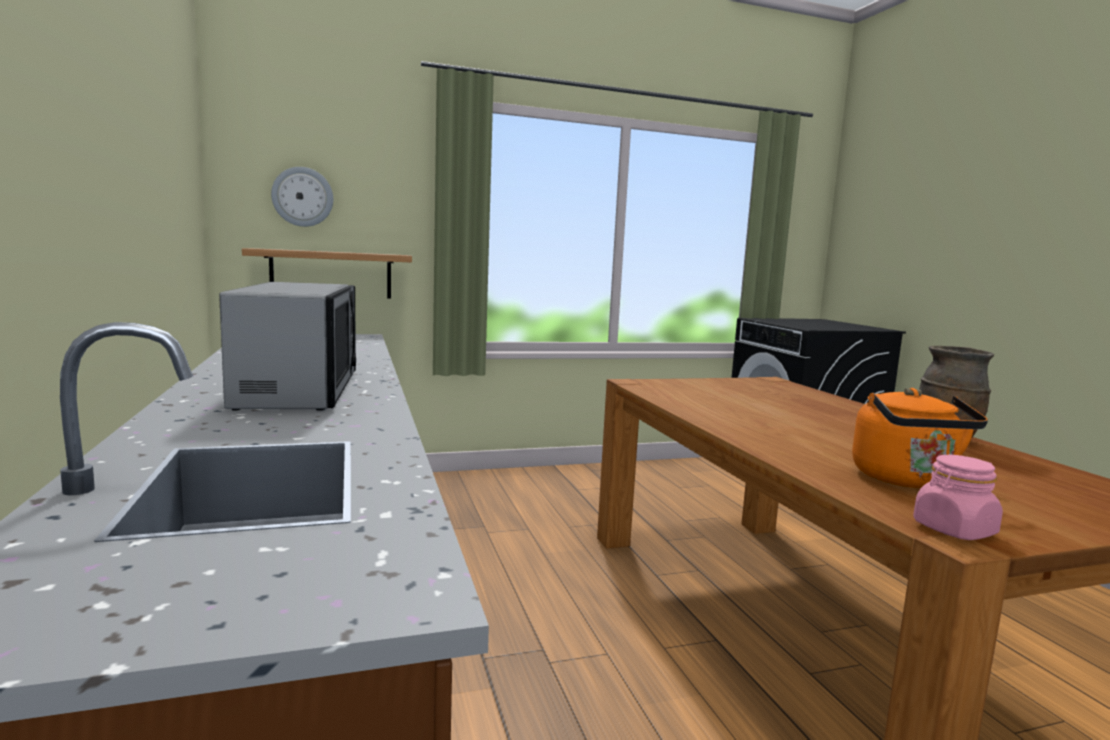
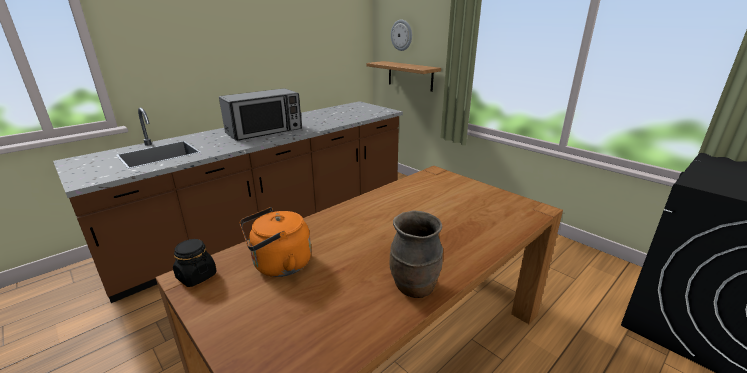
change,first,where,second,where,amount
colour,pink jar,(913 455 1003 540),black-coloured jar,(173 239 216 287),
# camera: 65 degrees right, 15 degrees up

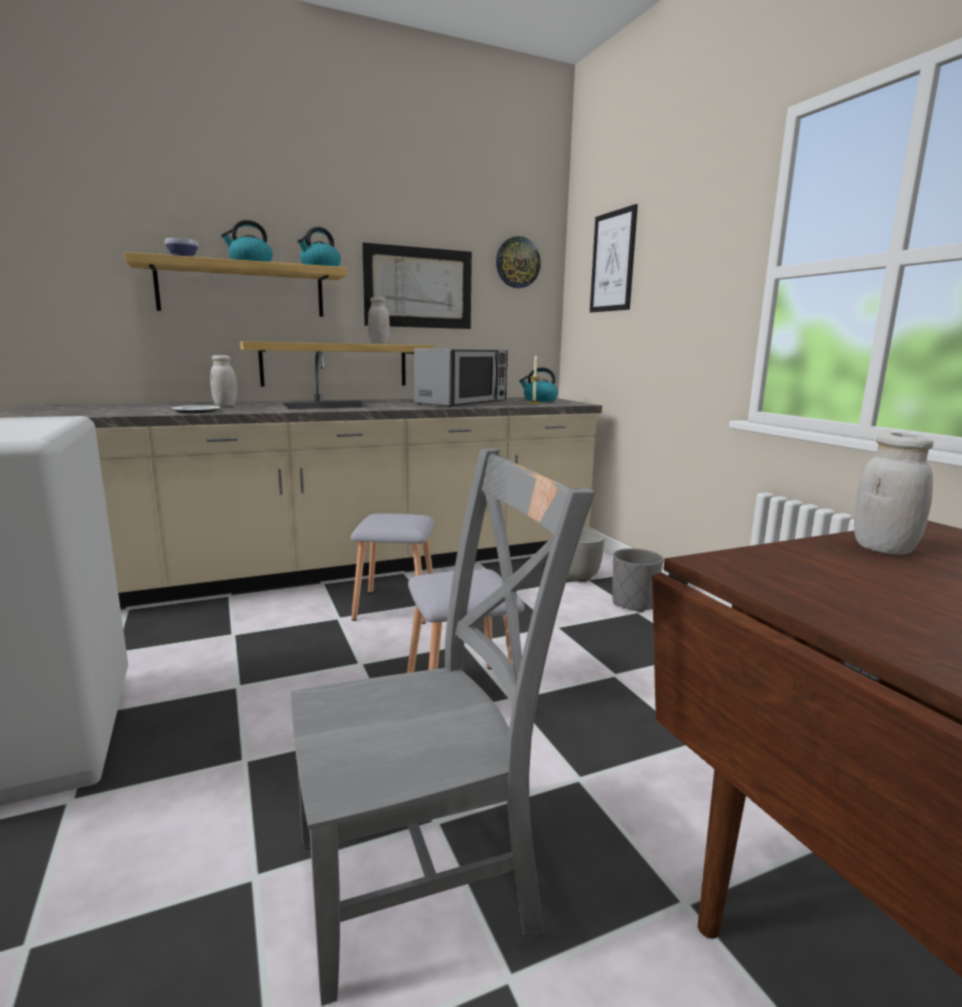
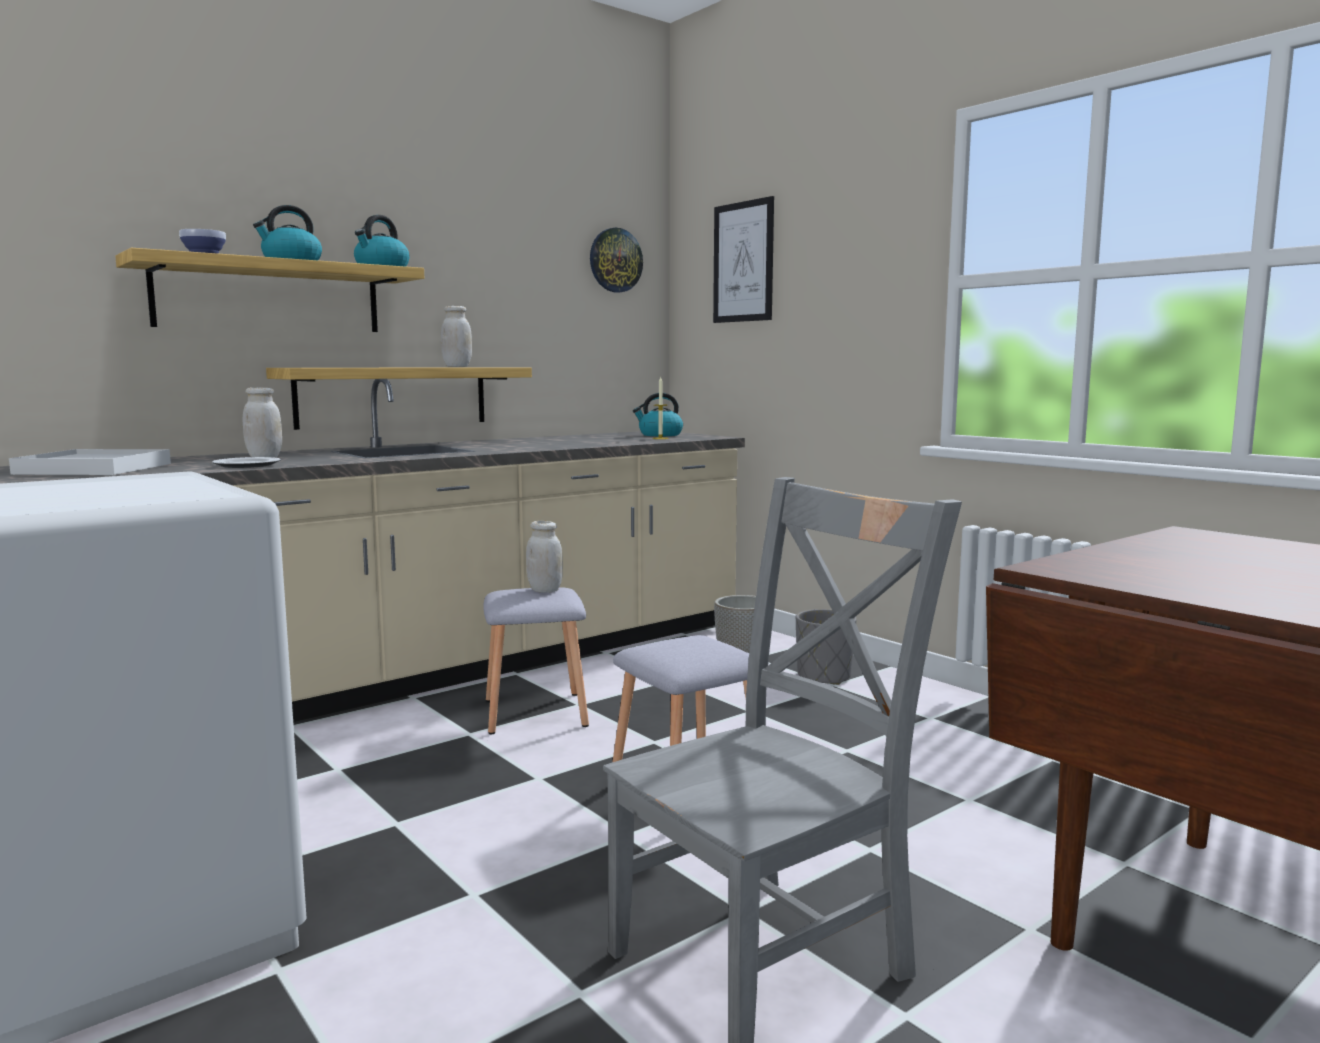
change,first,where,second,where,amount
appeared,,,white carrying tray,(9 449 171 475),
relocated,white jar,(854 433 934 555),,(526 521 563 593),
missing,wall art,(362 243 472 329),,,
missing,microwave oven,(414 348 508 407),,,
# camera: 15 degrees left, 5 degrees down

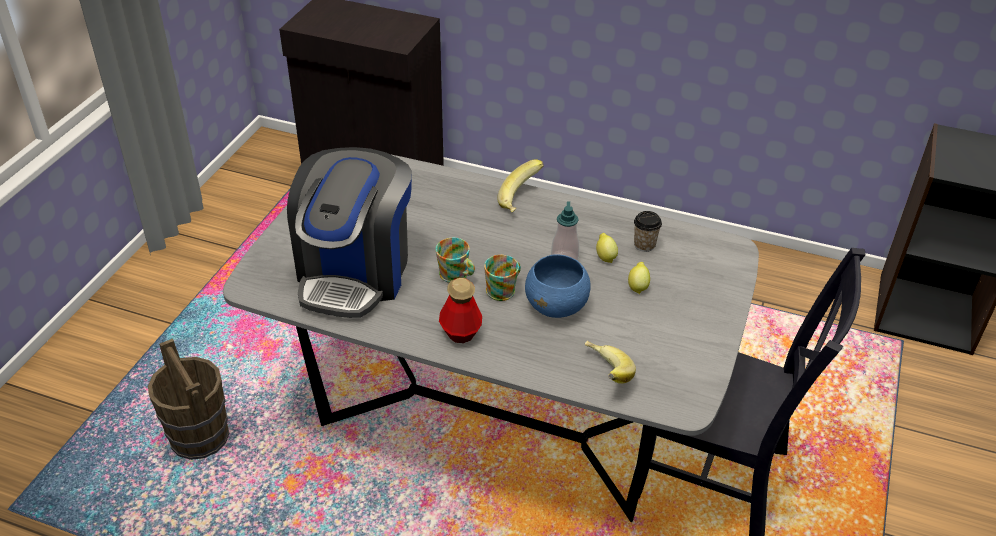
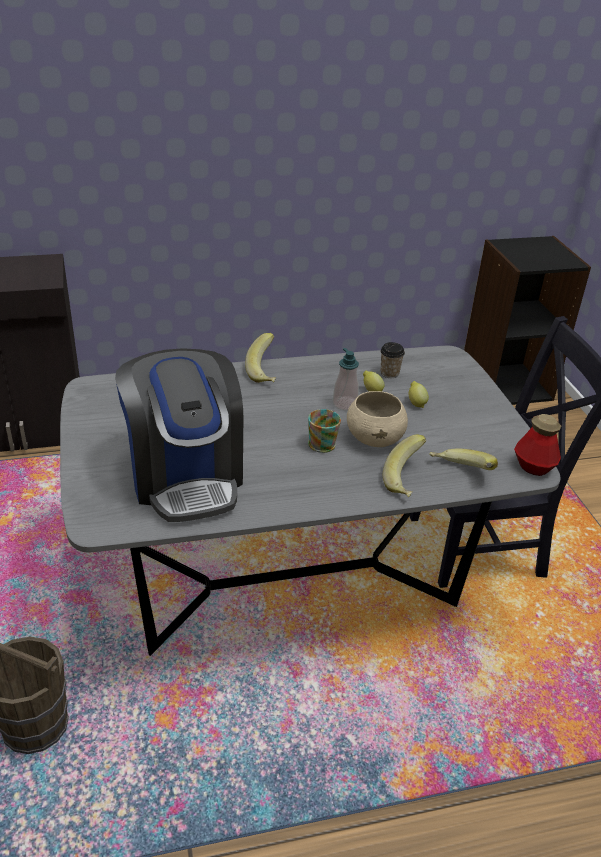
change,first,where,second,where,amount
colour,blue-coloured deep dish,(525 254 591 318),beige deep dish,(347 391 408 447),
appeared,,,banana fruit,(382 435 426 497),
relocated,beverage bottle,(439 278 482 343),,(514 414 561 476),
missing,mug,(436 238 475 283),,,
# camera: 35 degrees left, 5 degrees down

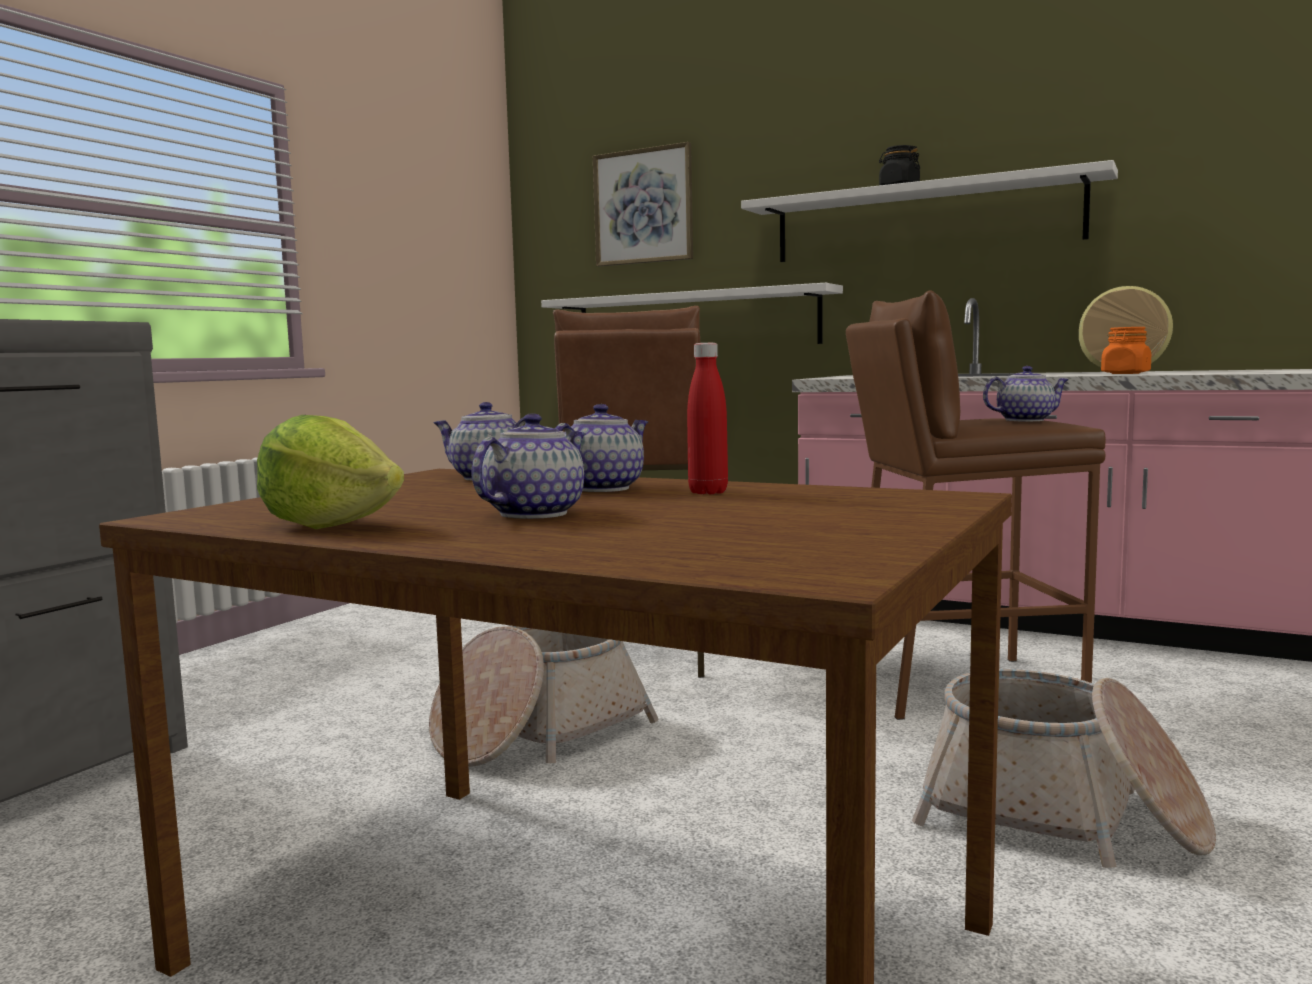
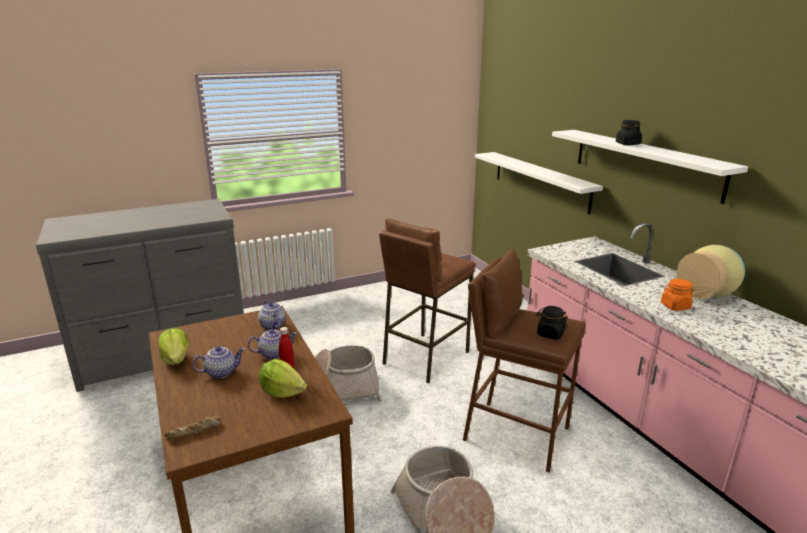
change,first,where,second,where,amount
appeared,,,baked bread,(164 416 221 440),
appeared,,,lettuce,(259 359 307 398),
exchanged,teapot,(983 366 1069 421),black-coloured jar,(536 306 568 340),
missing,wall art,(593 142 693 267),,,
# camera: 35 degrees right, 15 degrees up

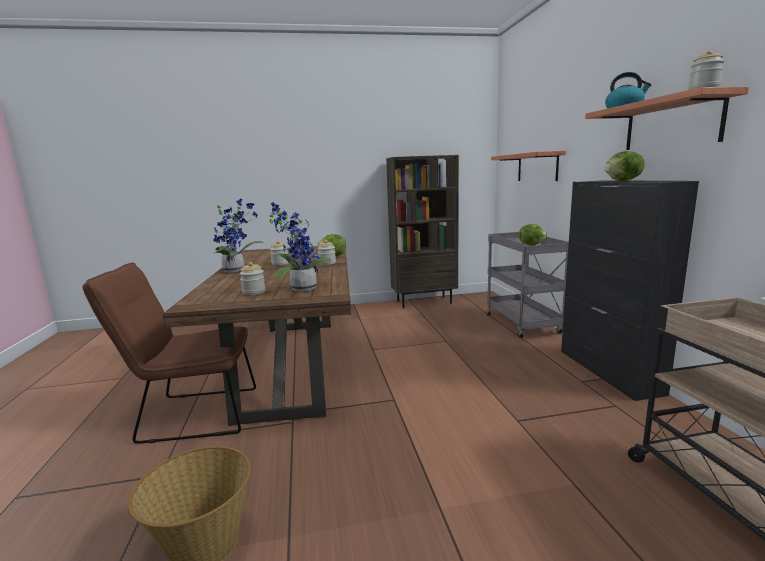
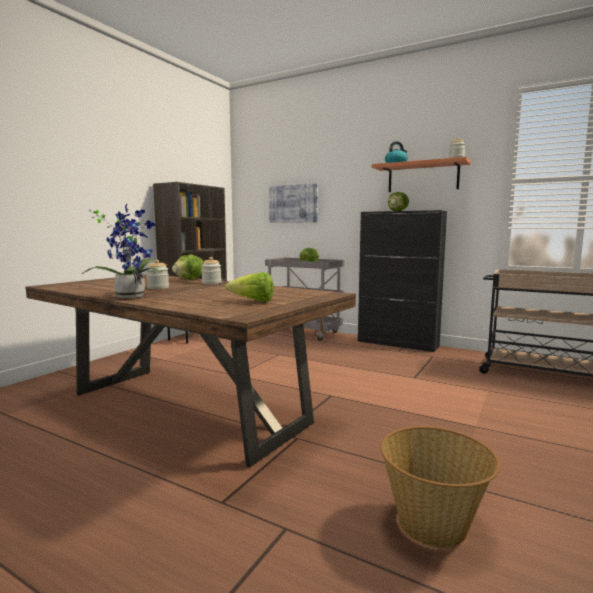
change,first,where,second,where,amount
exchanged,jar,(240 262 265 295),lettuce,(225 272 274 302),
exchanged,shelf,(491 151 566 181),wall art,(269 184 318 223),
missing,brown-coloured upright chair,(82 263 256 444),,,
missing,potted plant,(269 202 331 292),,,
# camera: 50 degrees left, 5 degrees down

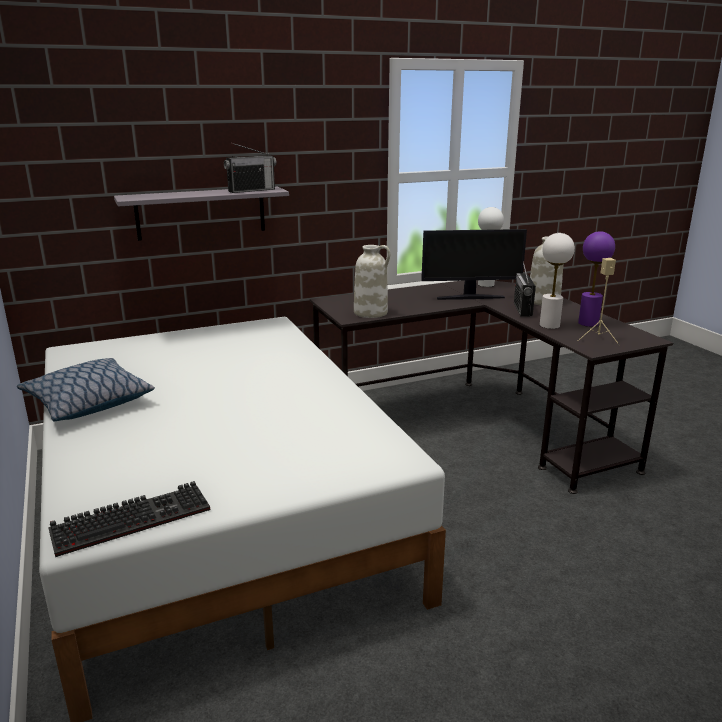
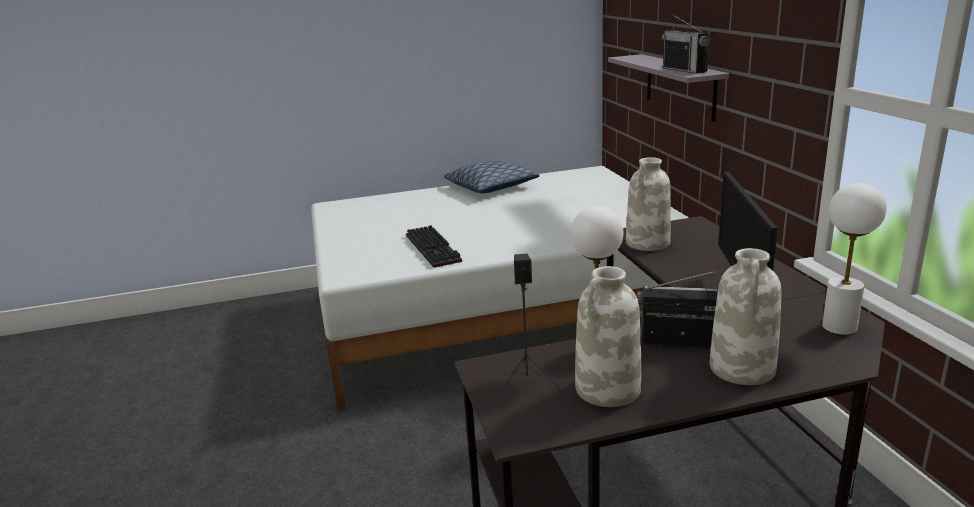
change,first,where,second,where,amount
relocated,keyboard,(48 481 210 557),,(406 225 462 268),
colour,beige loudspeaker,(578 258 619 345),black-coloured loudspeaker,(497 254 562 396),
exchanged,purple-coloured lamp for a table,(578 231 615 327),white decorative vase,(575 266 641 407),
# camera: 100 degrees right, 0 degrees up

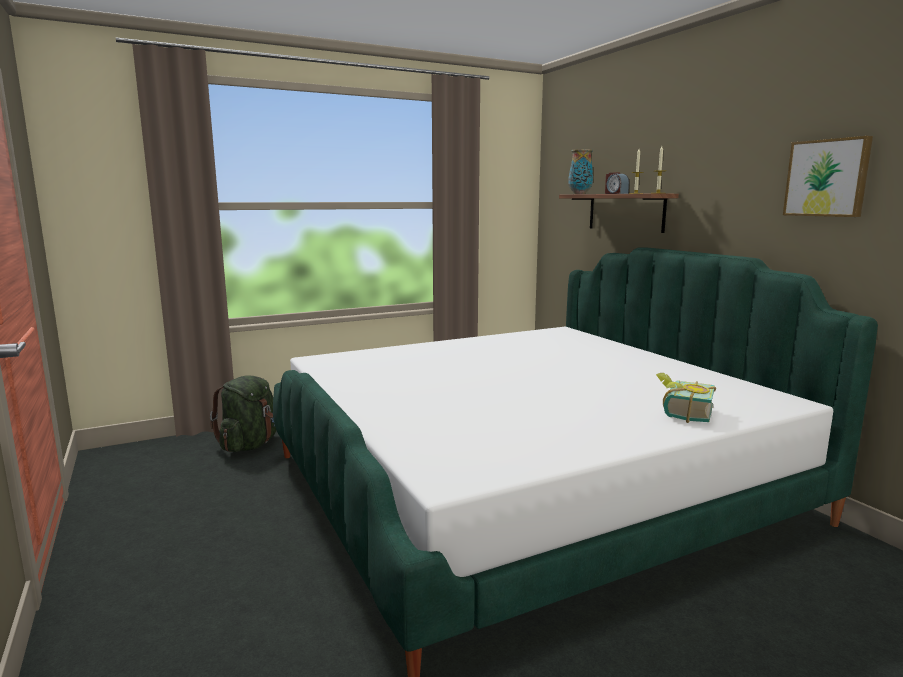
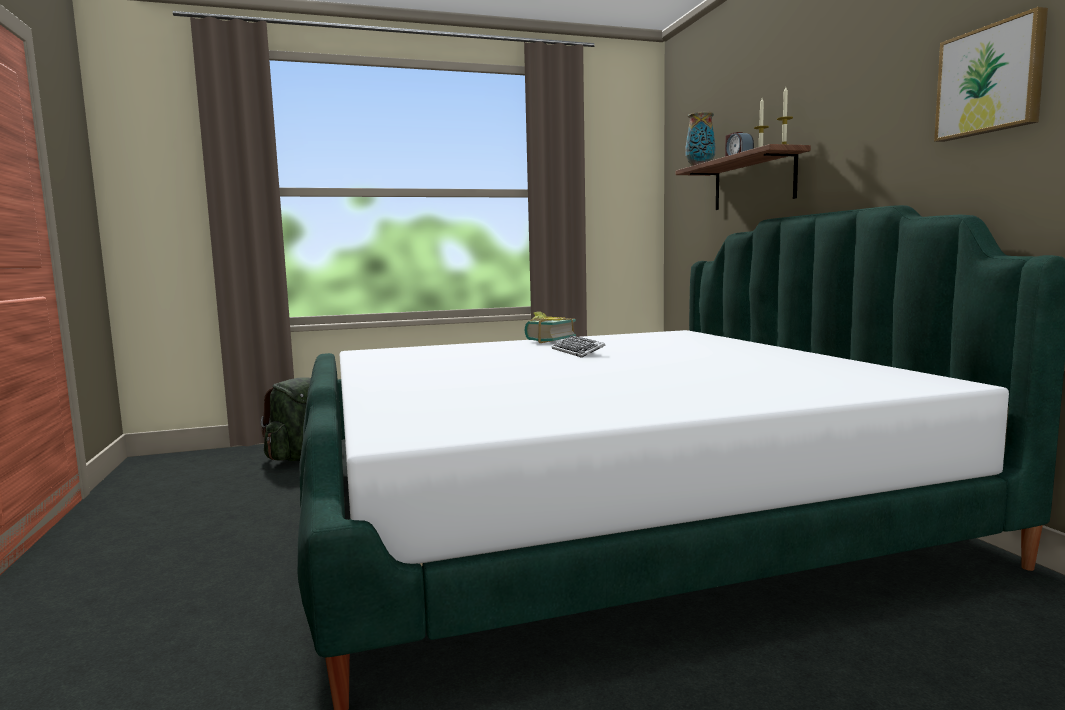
change,first,where,second,where,amount
relocated,bound book,(656 373 716 423),,(525 311 576 343),
appeared,,,keyboard,(552 335 605 358),
# camera: 10 degrees right, 5 degrees down

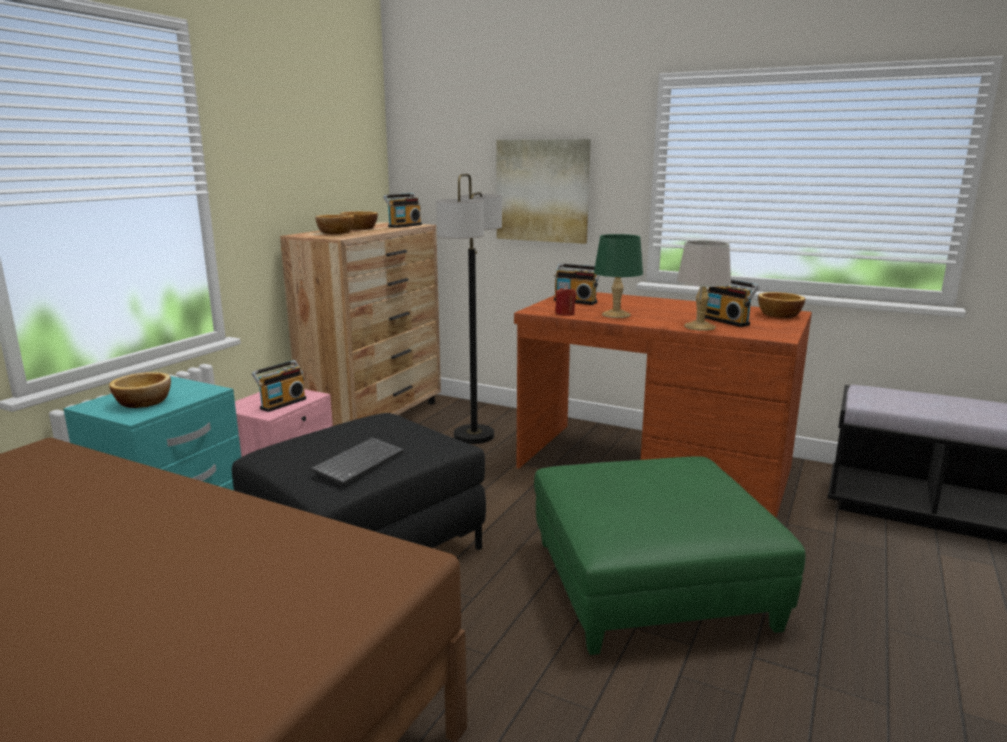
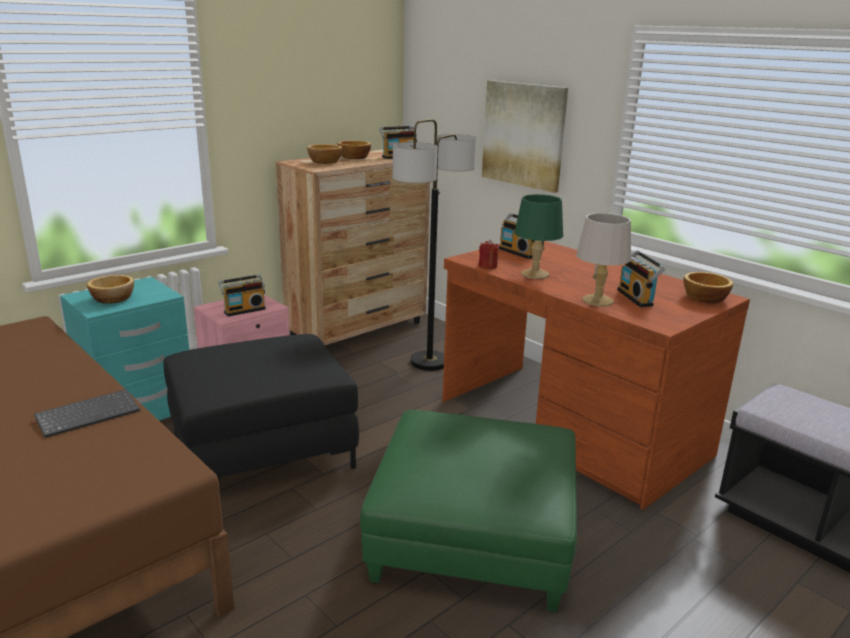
change,first,where,second,where,amount
relocated,keyboard,(311 437 404 485),,(34 389 140 438),
# camera: 20 degrees right, 5 degrees up

